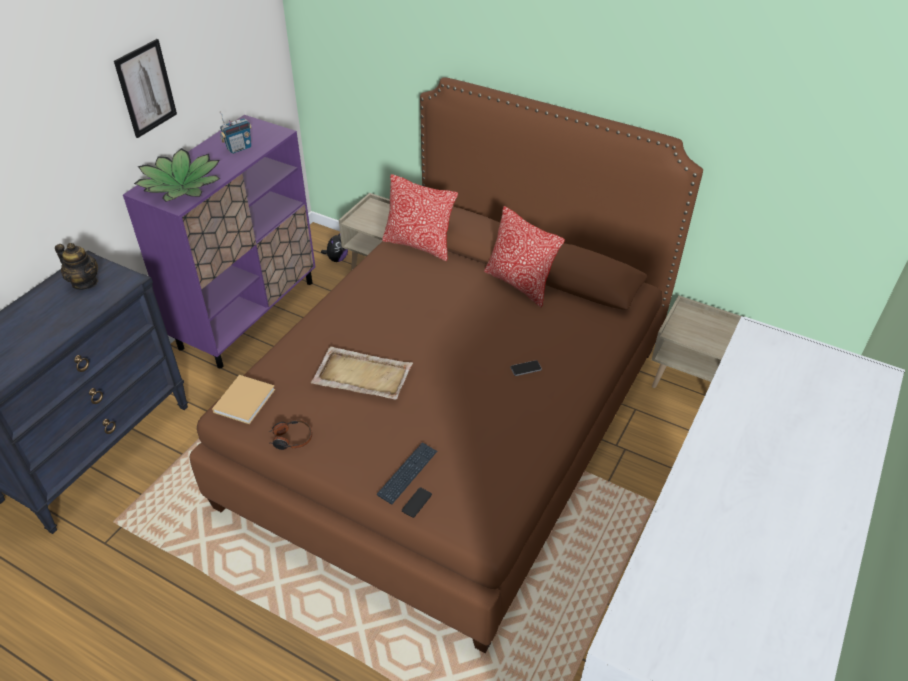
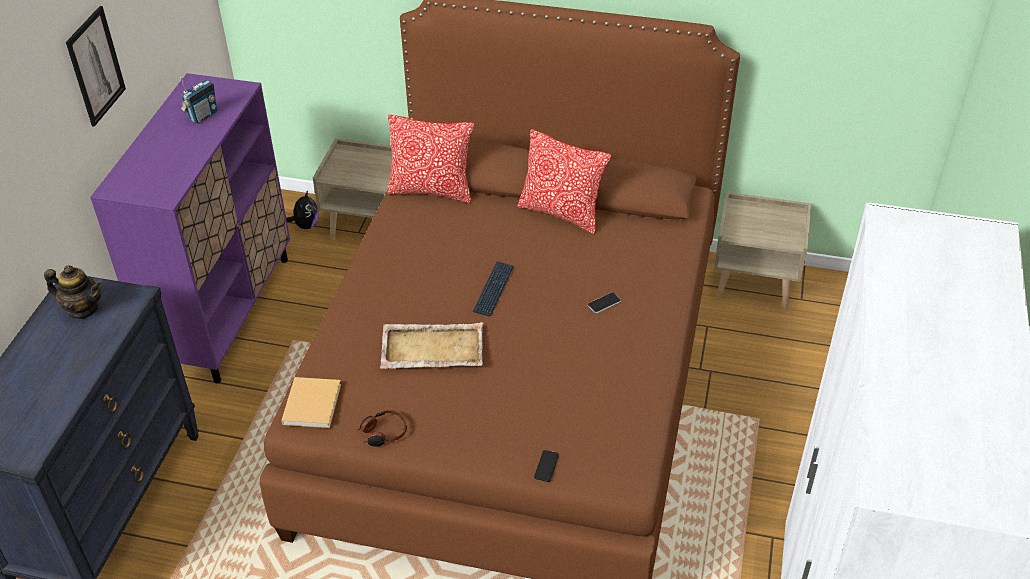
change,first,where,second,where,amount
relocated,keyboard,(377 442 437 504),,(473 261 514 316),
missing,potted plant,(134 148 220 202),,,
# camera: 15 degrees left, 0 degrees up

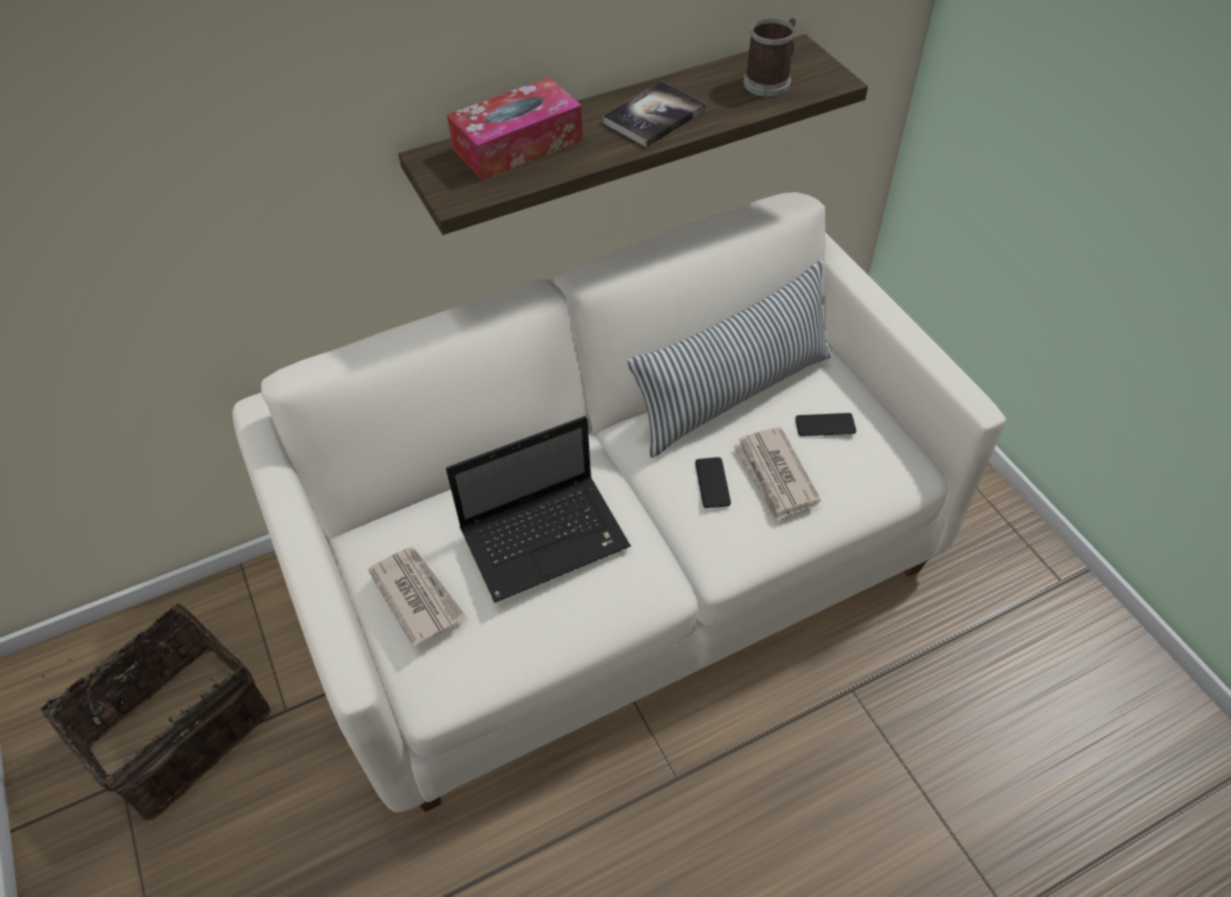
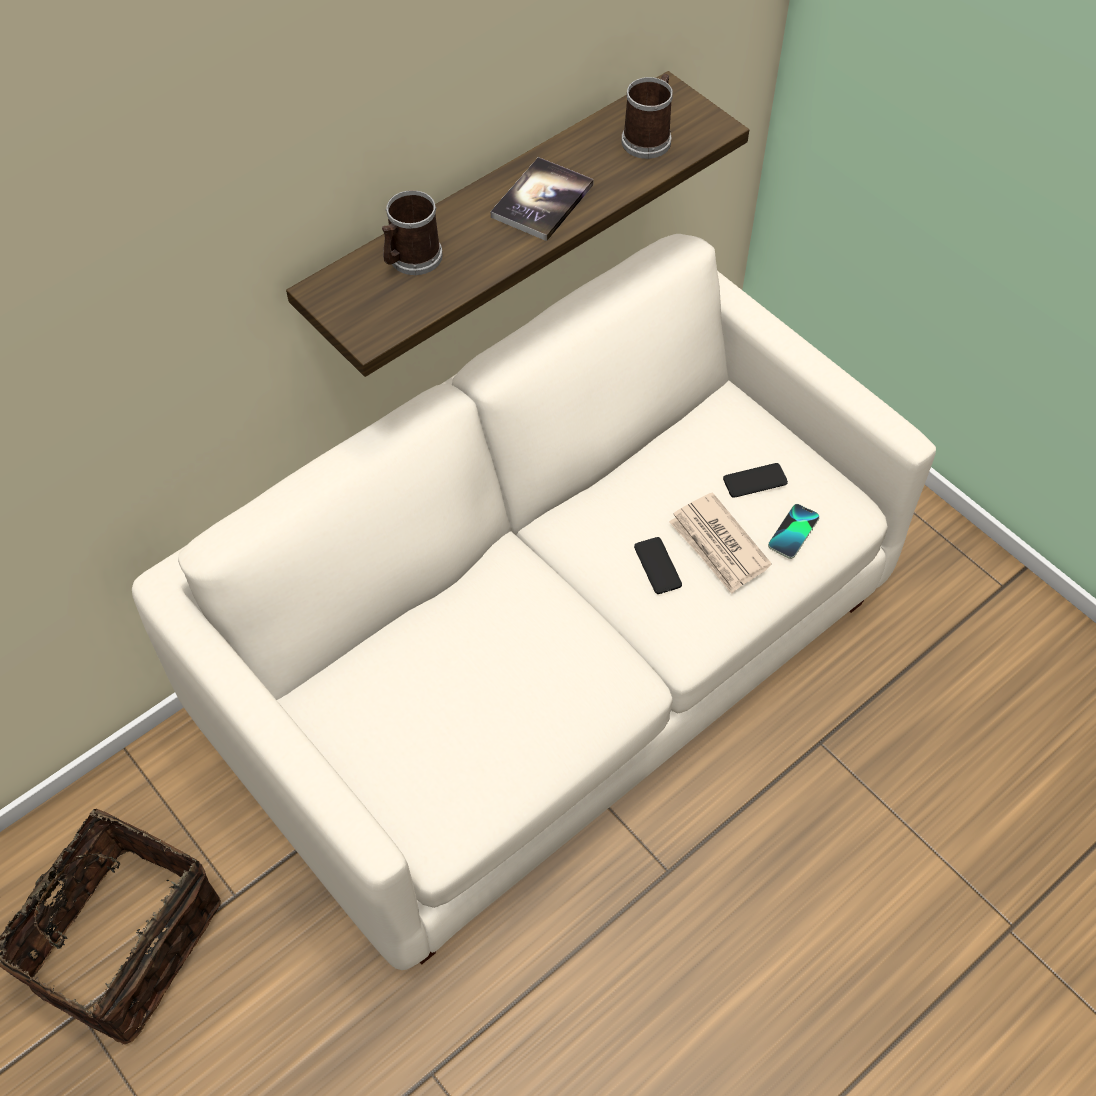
change,first,where,second,where,amount
exchanged,tissue box,(447 77 583 180),mug,(382 190 443 275),
appeared,,,phone,(768 504 820 559),
missing,printed paper,(368 547 466 648),,,
missing,portable computer,(446 416 631 603),,,
missing,throw pillow,(628 260 831 458),,,
# camera: 15 degrees left, 5 degrees up

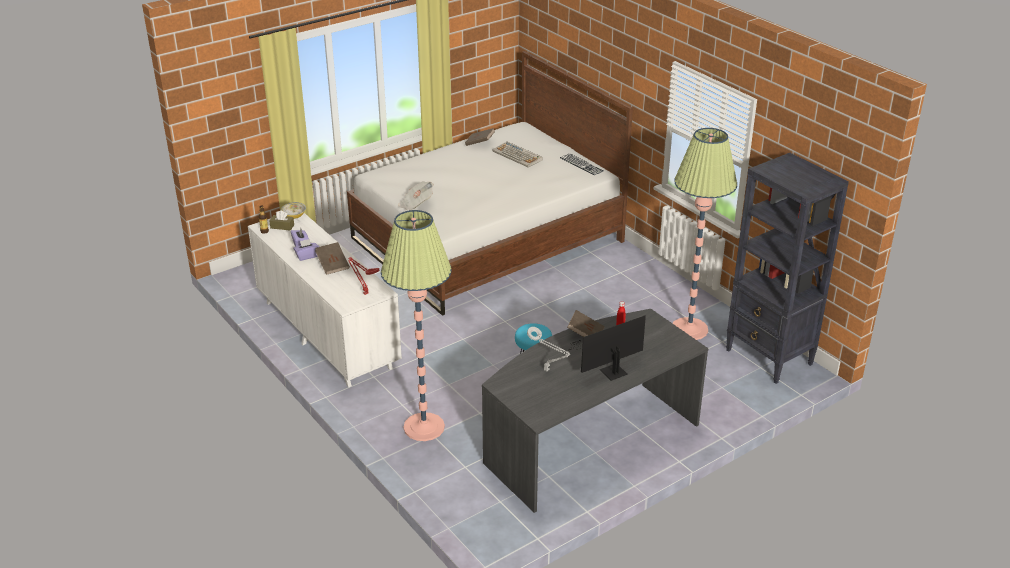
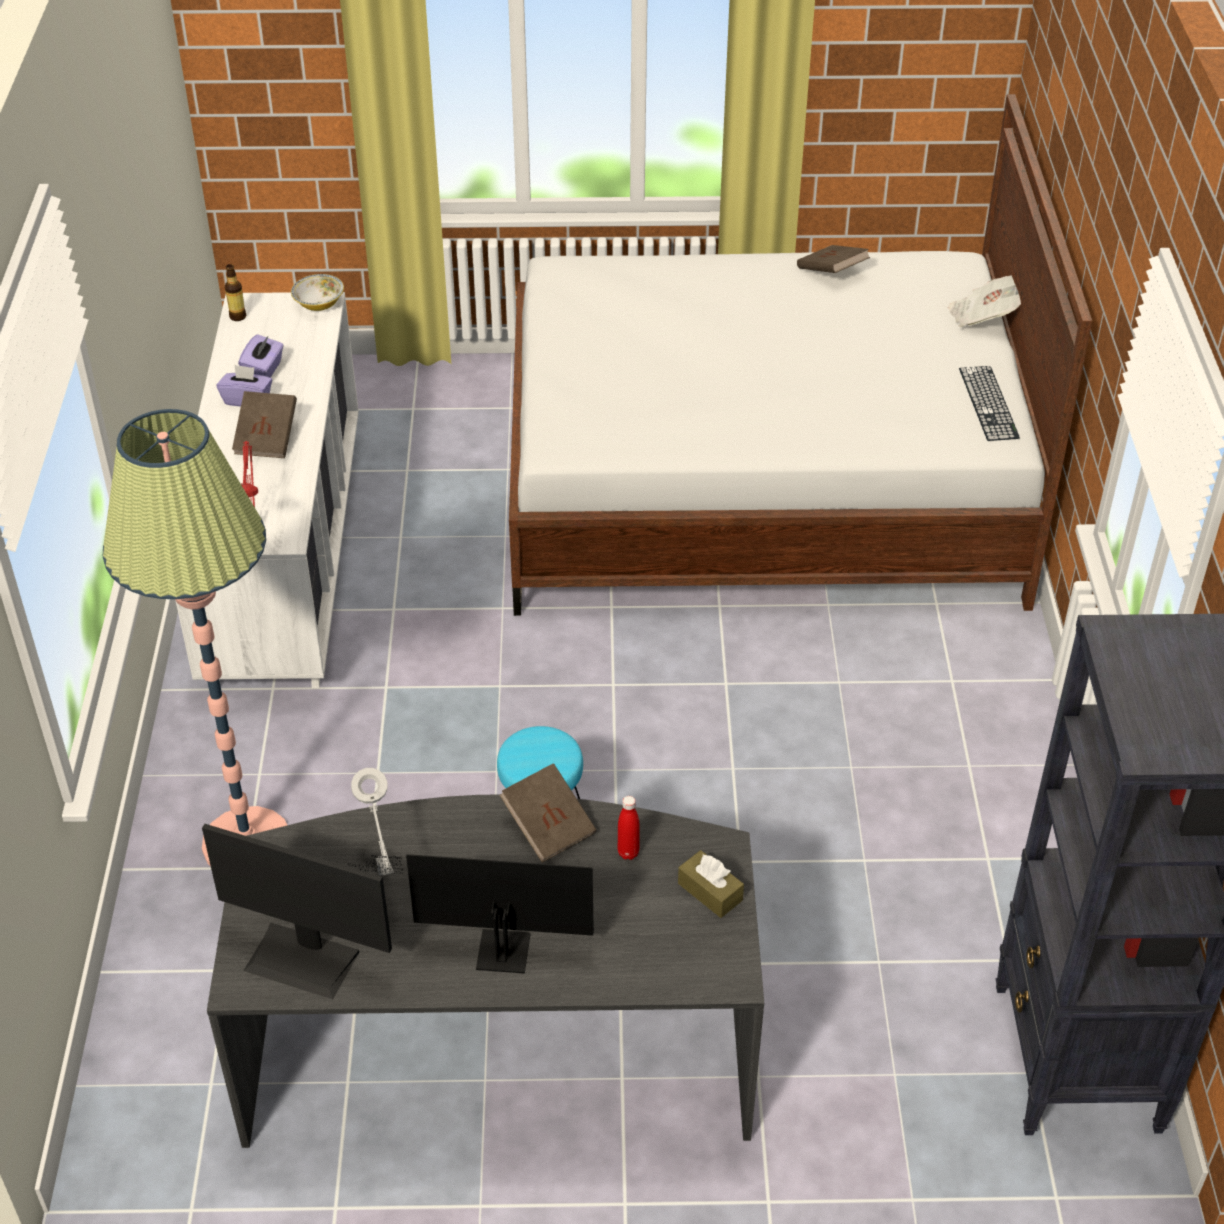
change,first,where,second,where,amount
appeared,,,computer display,(202 824 392 999),
relocated,brown-coloured tissue box,(269 210 294 231),,(678 850 744 918),
relocated,printed paper,(398 181 434 210),,(948 276 1021 327),
missing,keyboard,(492 142 543 167),,,
missing,standard lamp,(673 128 737 340),,,
# camera: 35 degrees right, 10 degrees up

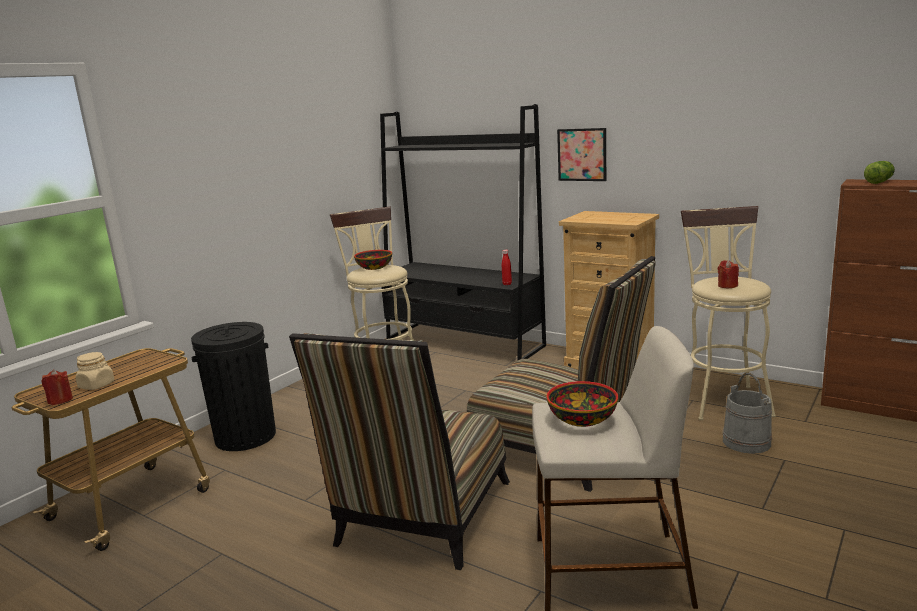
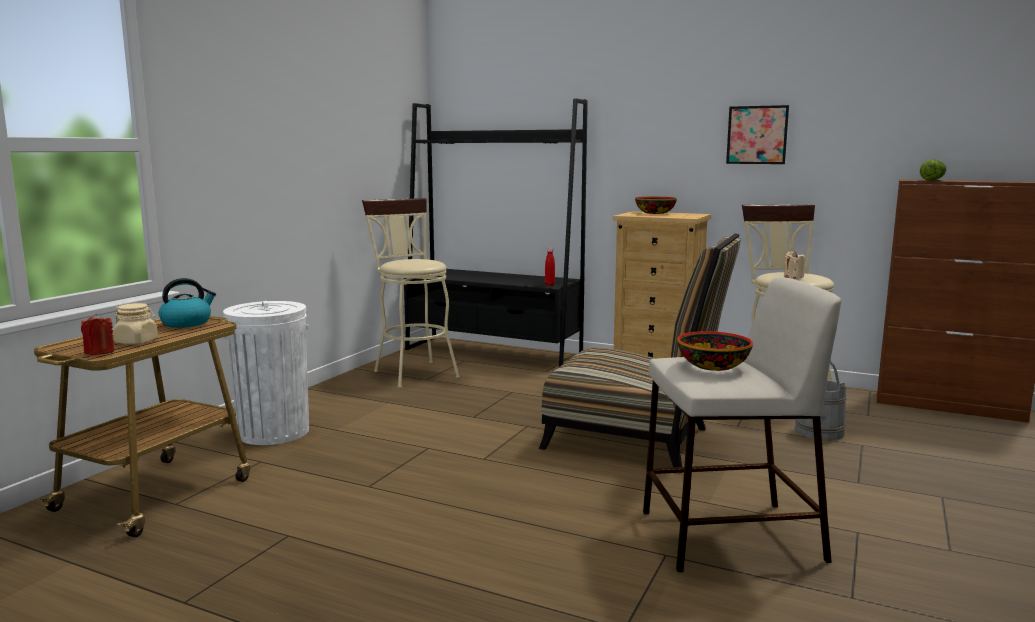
change,first,where,second,where,amount
appeared,,,water kettle,(159 278 216 328),
colour,black-coloured rubbish bin,(191 322 276 451),white rubbish bin,(222 301 309 445),
relocated,deep dish,(354 250 392 270),,(635 196 677 214),
relocated,wall art,(557 128 606 181),,(726 105 789 164),
colour,reddish wax candle,(718 260 739 288),beige wax candle,(784 251 805 279),
missing,upright chair,(289 333 510 570),,,
# camera: 10 degrees left, 5 degrees down

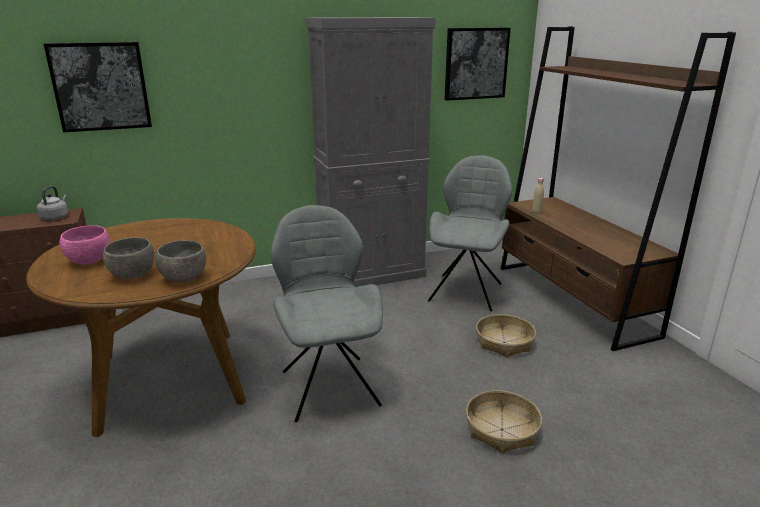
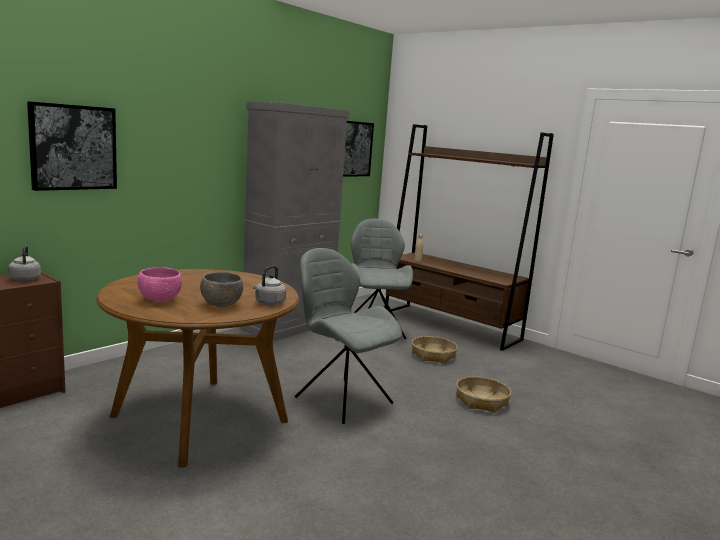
change,first,where,second,where,amount
exchanged,greyish deep dish,(155 240 206 282),greyish water kettle,(253 265 286 305),
# camera: 30 degrees left, 10 degrees down

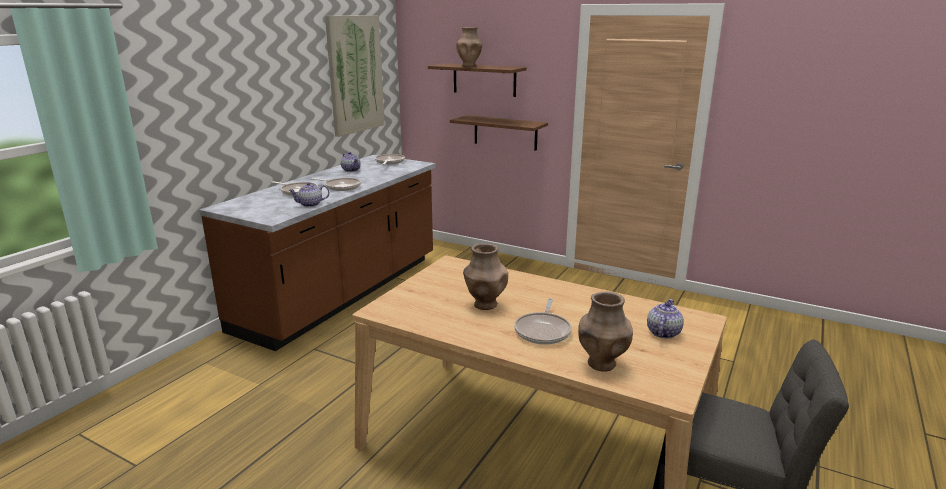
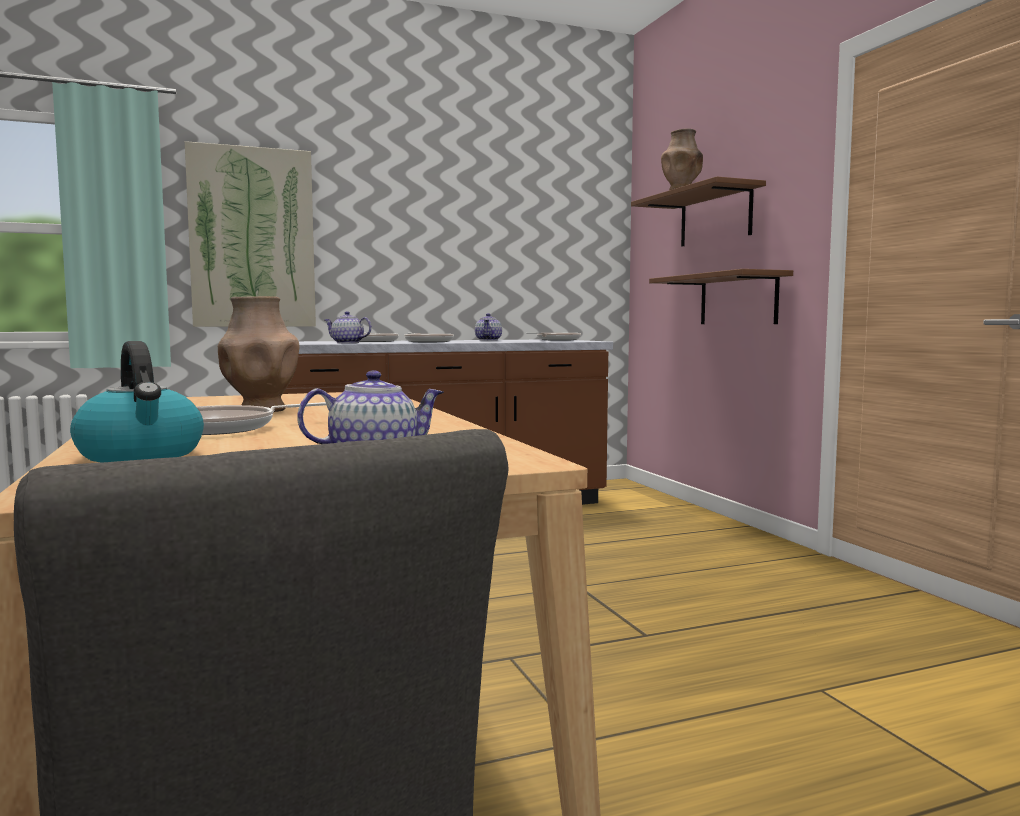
change,first,where,second,where,amount
exchanged,brown-coloured decorative vase,(578 291 633 372),water kettle,(70 341 204 462),
relocated,wall art,(325 15 385 137),,(185 141 316 327),
# camera: 40 degrees right, 15 degrees down

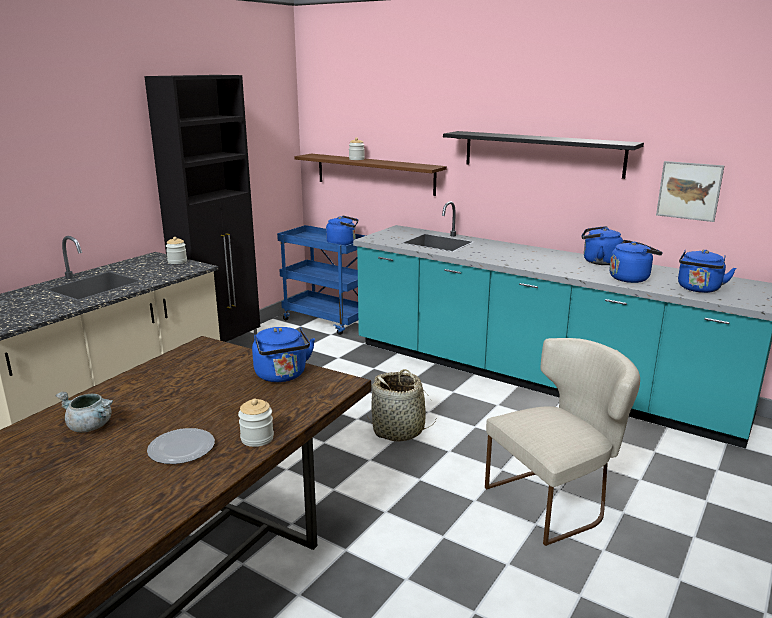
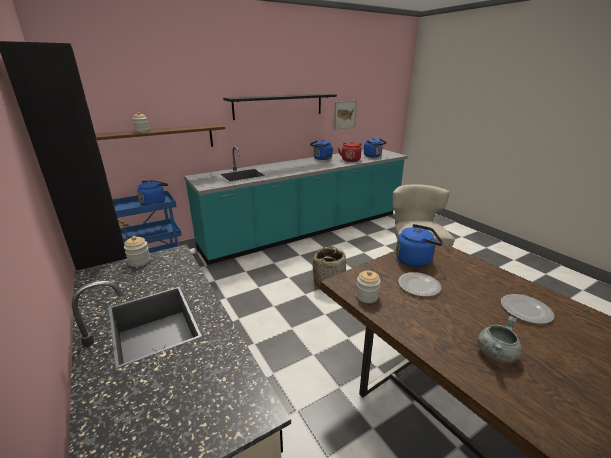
change,first,where,second,where,amount
colour,blue-coloured water kettle,(609 240 663 283),reddish water kettle,(338 142 362 162),
relocated,jar,(238 398 274 447),,(356 271 381 303),
appeared,,,dinner plate,(398 272 441 297),
# camera: 65 degrees left, 5 degrees up

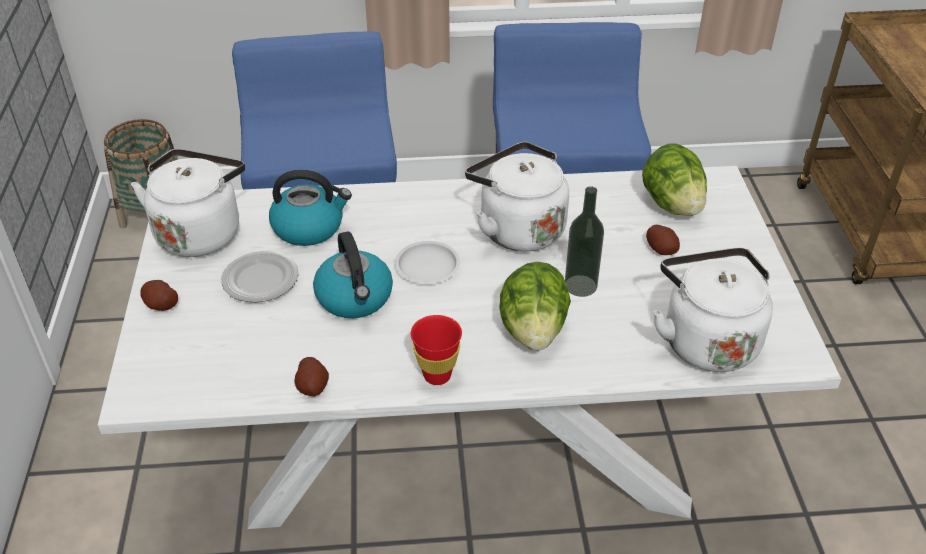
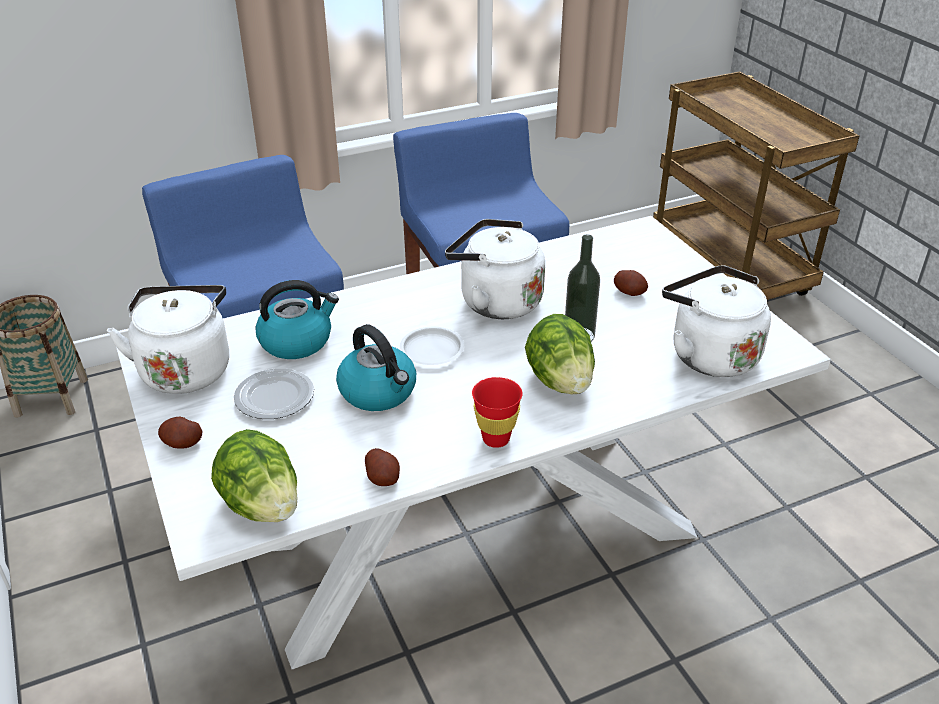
change,first,where,second,where,amount
relocated,lettuce,(642 143 707 216),,(211 429 298 522),
# camera: 20 degrees left, 5 degrees down

